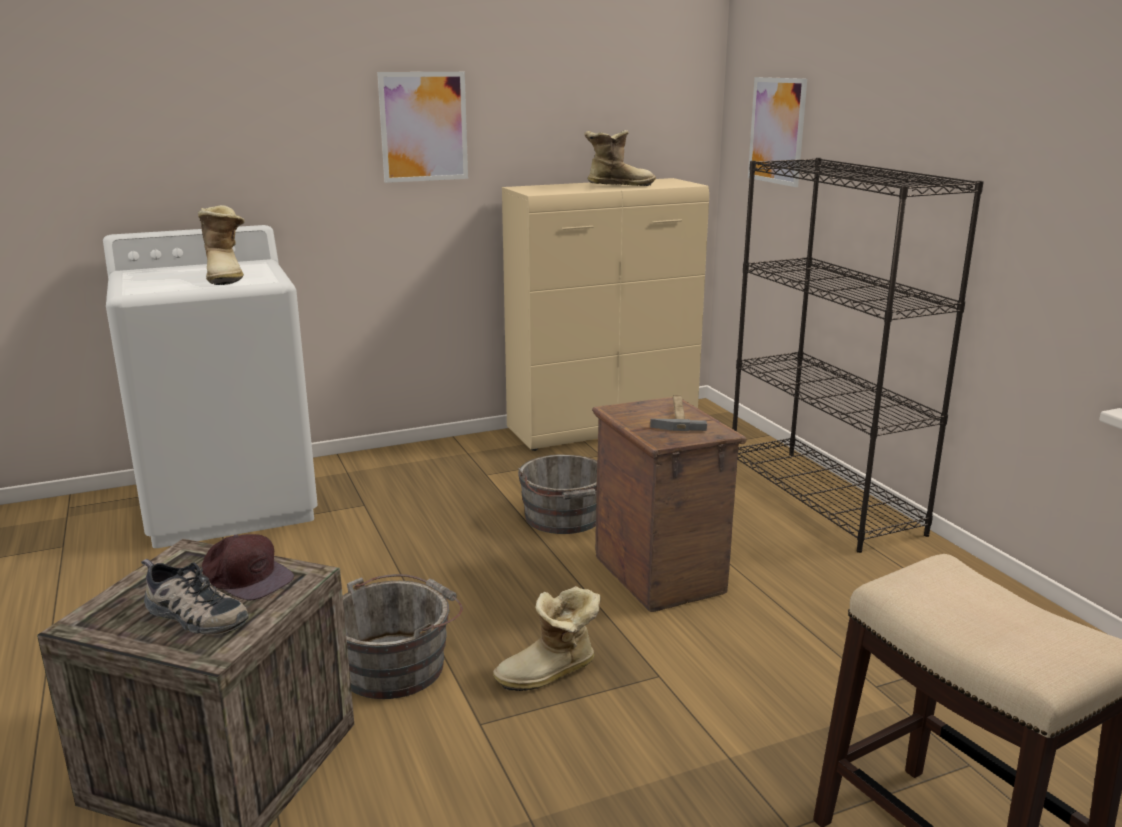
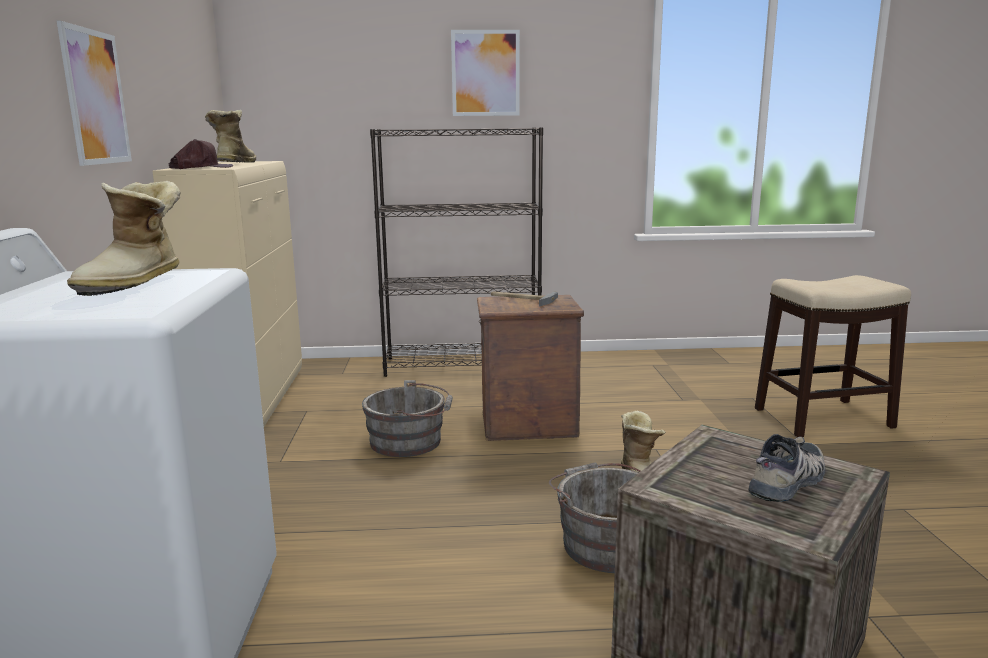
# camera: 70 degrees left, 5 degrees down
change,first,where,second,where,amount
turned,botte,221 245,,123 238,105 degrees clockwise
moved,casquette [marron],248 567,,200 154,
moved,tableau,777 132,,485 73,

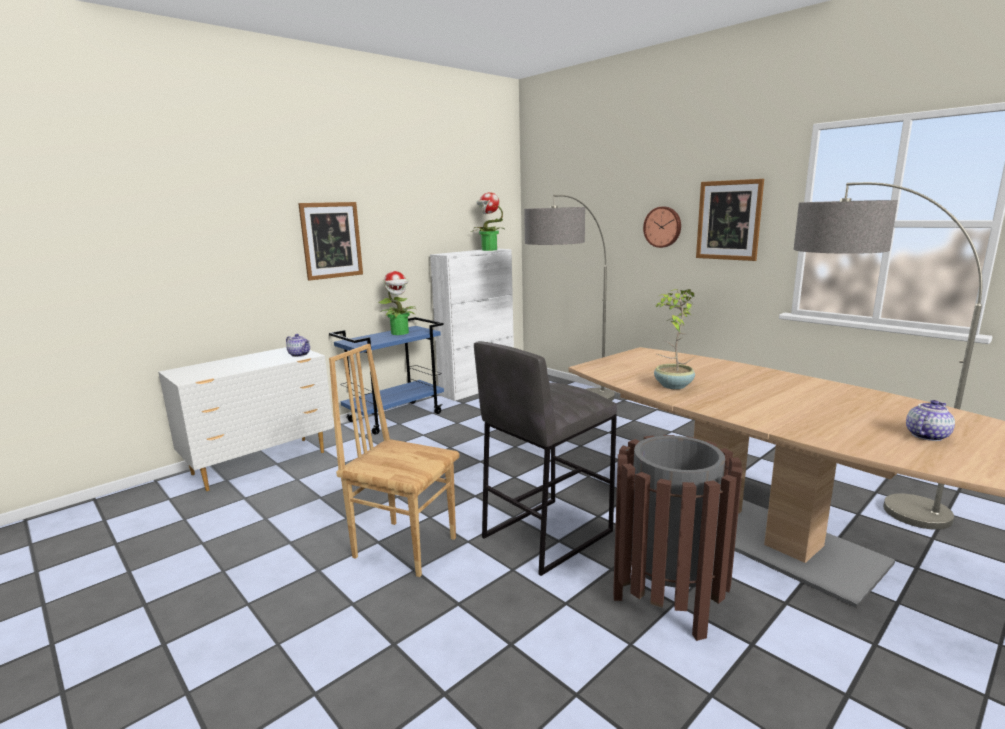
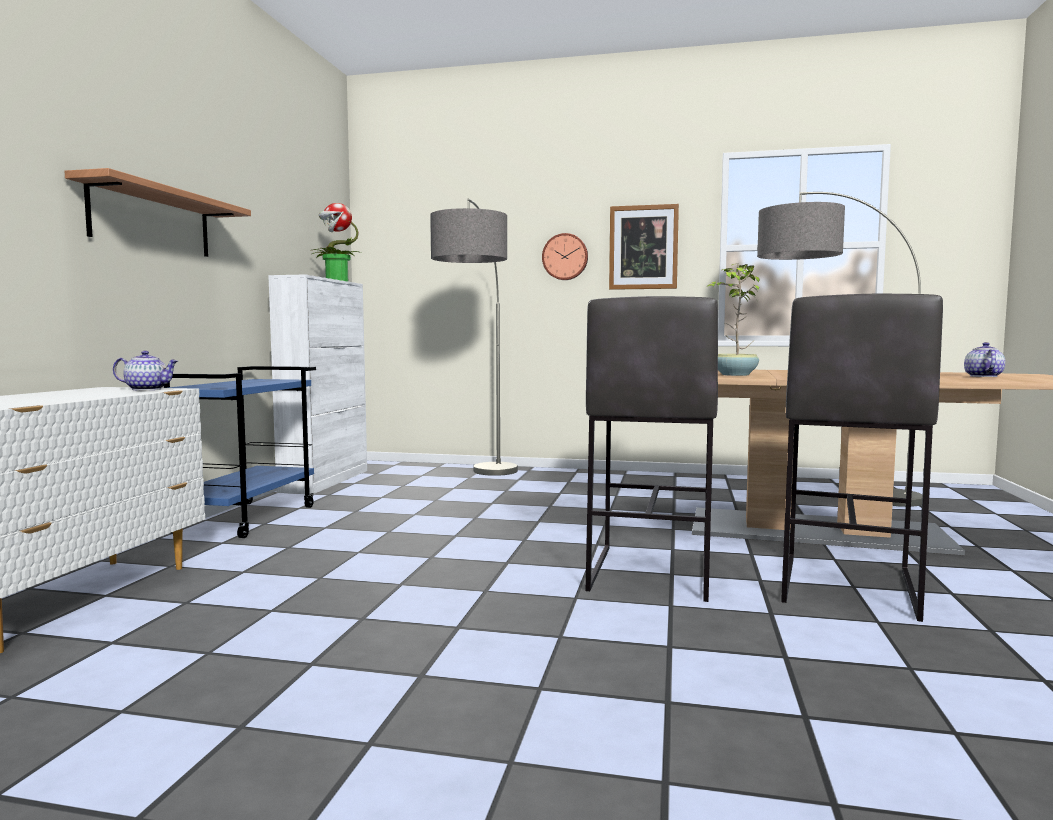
# camera: 35 degrees left, 10 degrees down
change,first,where,second,where,amount
replaced,tableau,330 241,étagère,157 212,
removed,chaise [marron],394 460,,,
removed,plante en pot,396 303,,,
replaced,poubelle [marron],678 538,tabouret [gris],862 458,

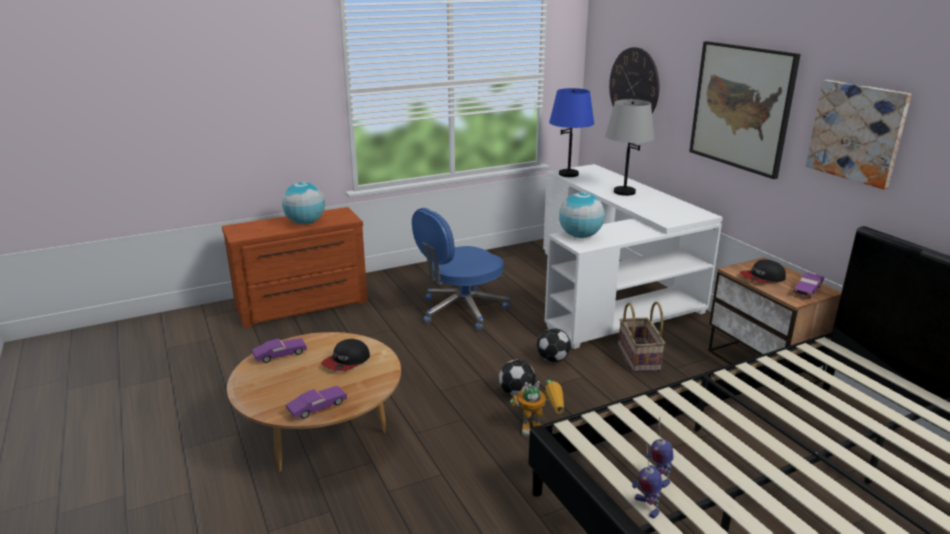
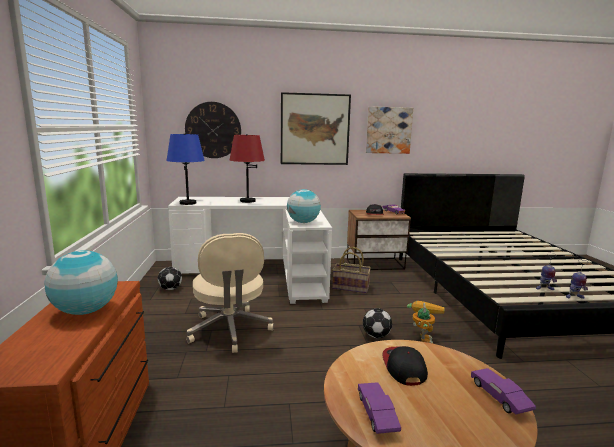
# camera: 70 degrees left, 10 degrees down
change,first,where,second,where,amount
turned,casquette,345 355,,405 366,150 degrees counterclockwise
recoloured,chaise de bureau [bleu],461 269,chaise de bureau [beige],230 293,
moved,ballon de foot,554 345,,170 278,
recoloured,lampe de table [gris],630 147,lampe de table [rouge],247 168,

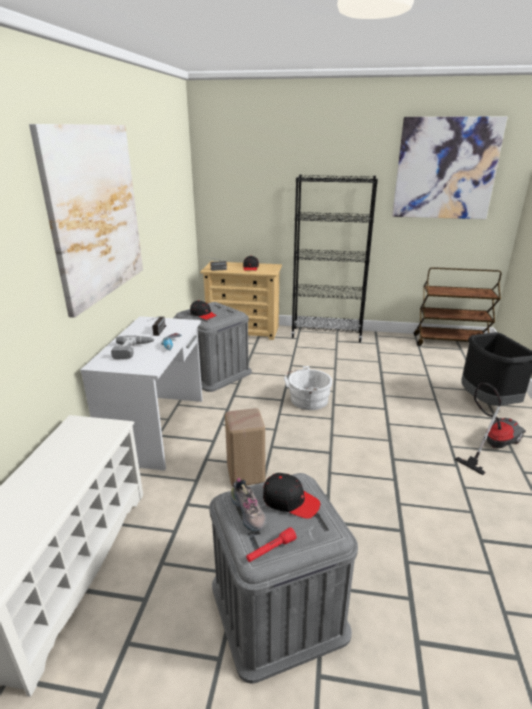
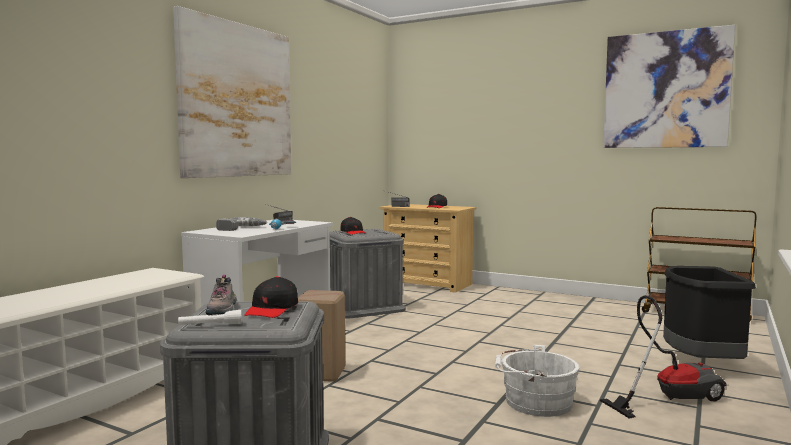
# camera: 20 degrees right, 20 degrees down
change,first,where,second,where,amount
recoloured,lampe de poche [rouge],271 544,lampe de poche [blanc],210 317,
turned,casquette [noir],291 496,,271 297,60 degrees clockwise
moved,seau [blanc],308 388,,537 381,
removed,bibliothèque [noir],334 259,,,

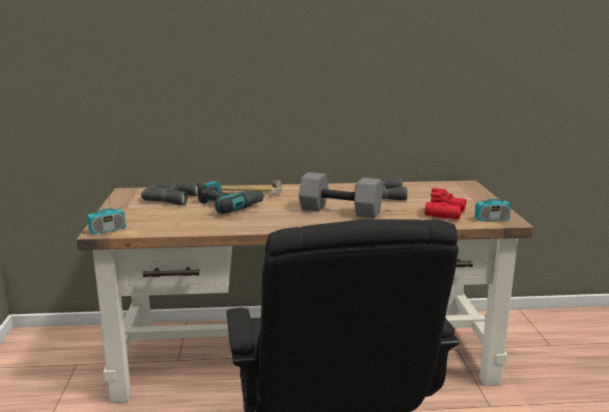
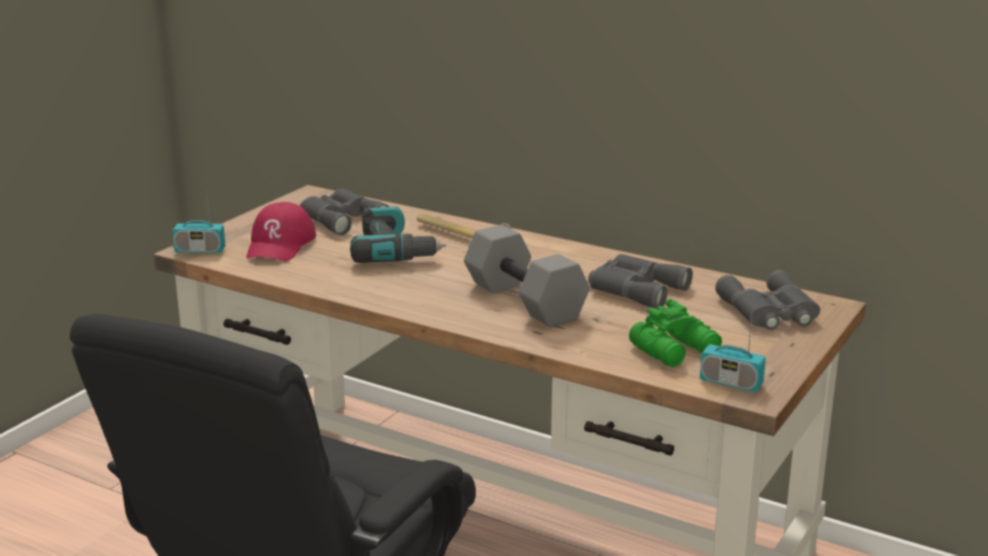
# camera: 35 degrees right, 5 degrees up
change,first,where,second,where,amount
recoloured,jumelles [rouge],445 204,jumelles [vert],675 333,
added,,,casquette [rouge],281 231,
added,,,jumelles [gris],767 300,

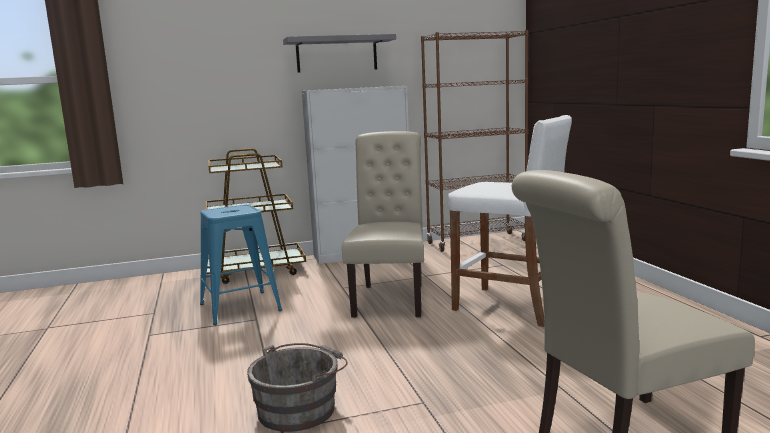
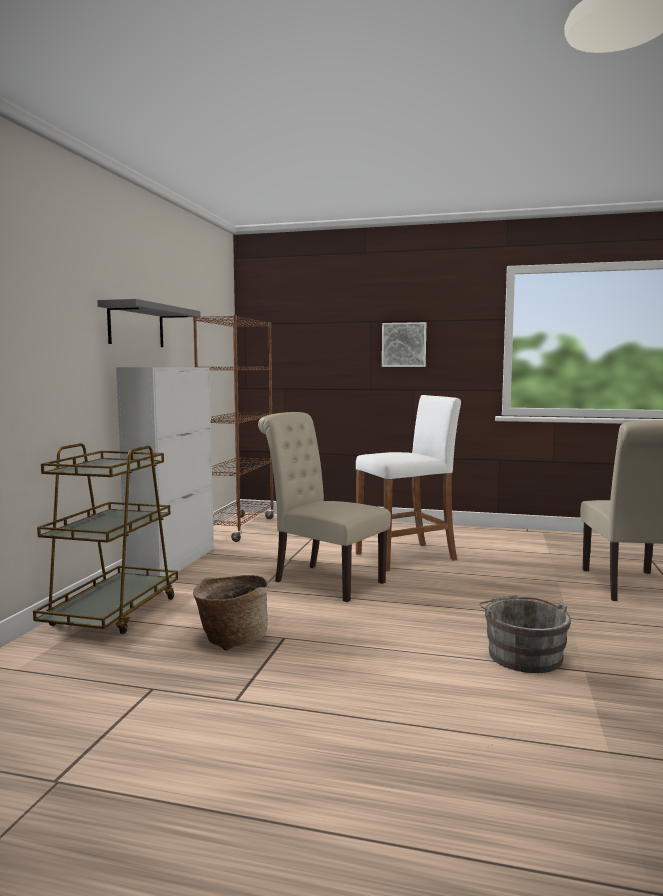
# camera: 60 degrees left, 5 degrees down
change,first,where,second,where,amount
replaced,tabouret [bleu],241 264,panier,231 613,
added,,,tableau,404 344,

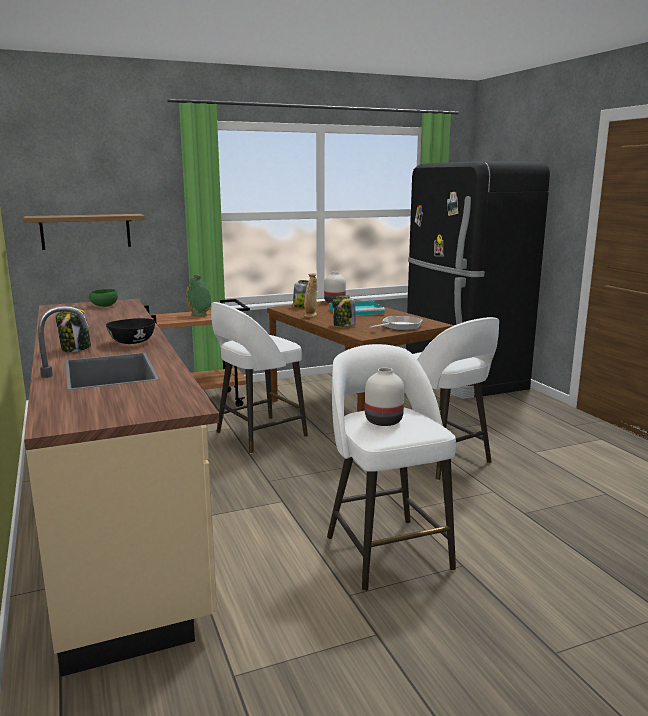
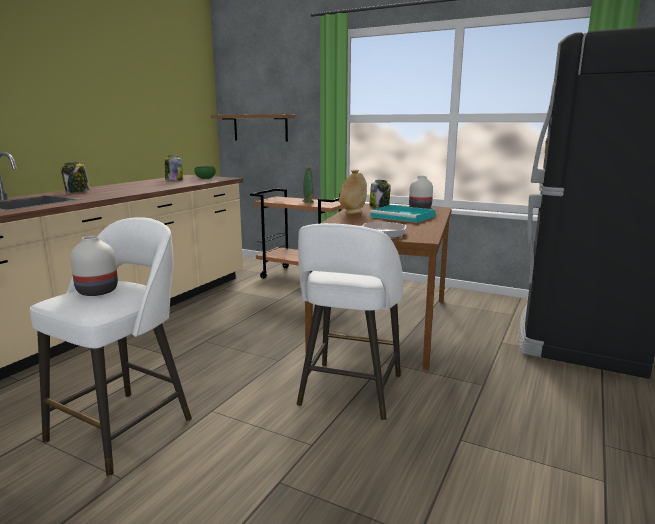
# camera: 50 degrees right, 0 degrees up
change,first,where,second,where,amount
removed,bol [noir],130 331,,,
removed,tabouret [blanc],259 377,,,
moved,bocal,344 311,,174 168,

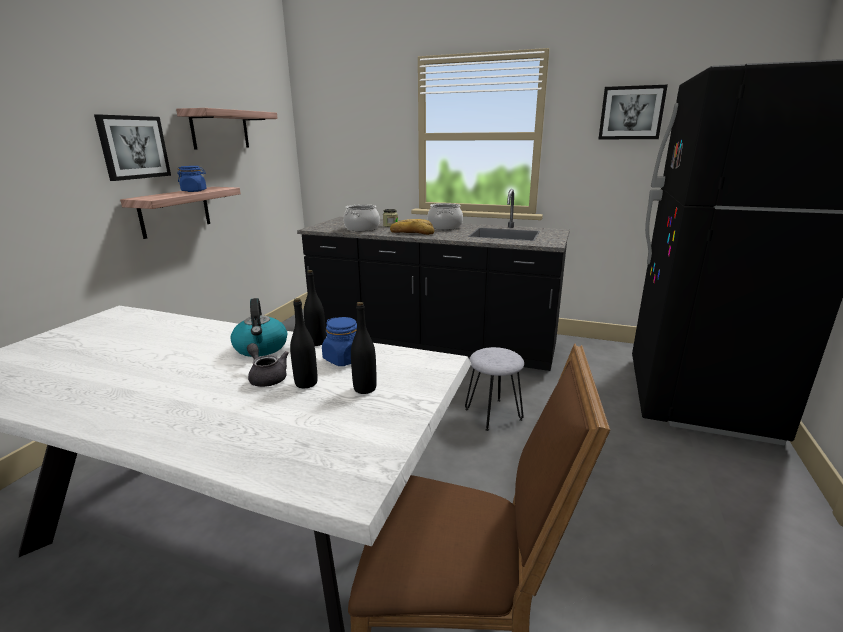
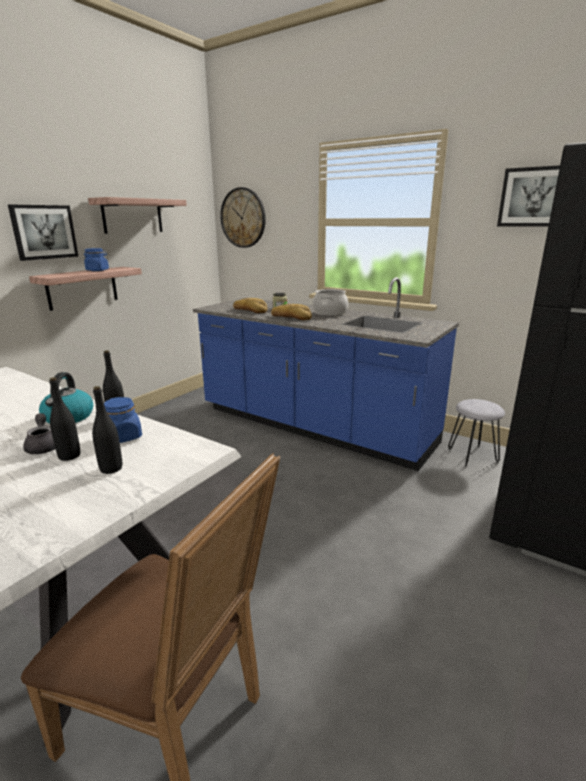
# camera: 15 degrees right, 0 degrees up
change,first,where,second,where,amount
recoloured,comptoir de cuisine [noir],433 280,comptoir de cuisine [bleu],326 374,
replaced,marmite,361 217,pain,250 305,
moved,tabouret [gris],494 389,,476 432,
added,,,horloge murale,243 217,

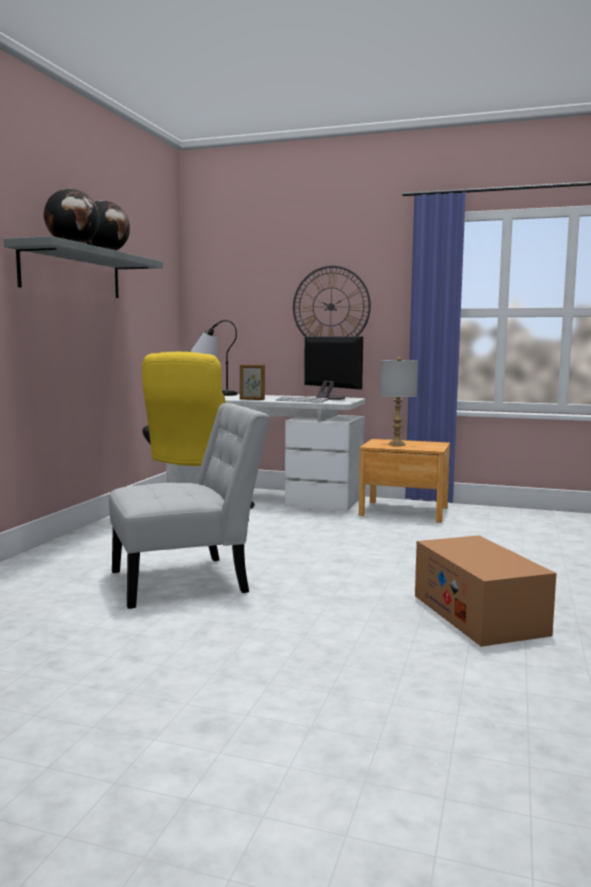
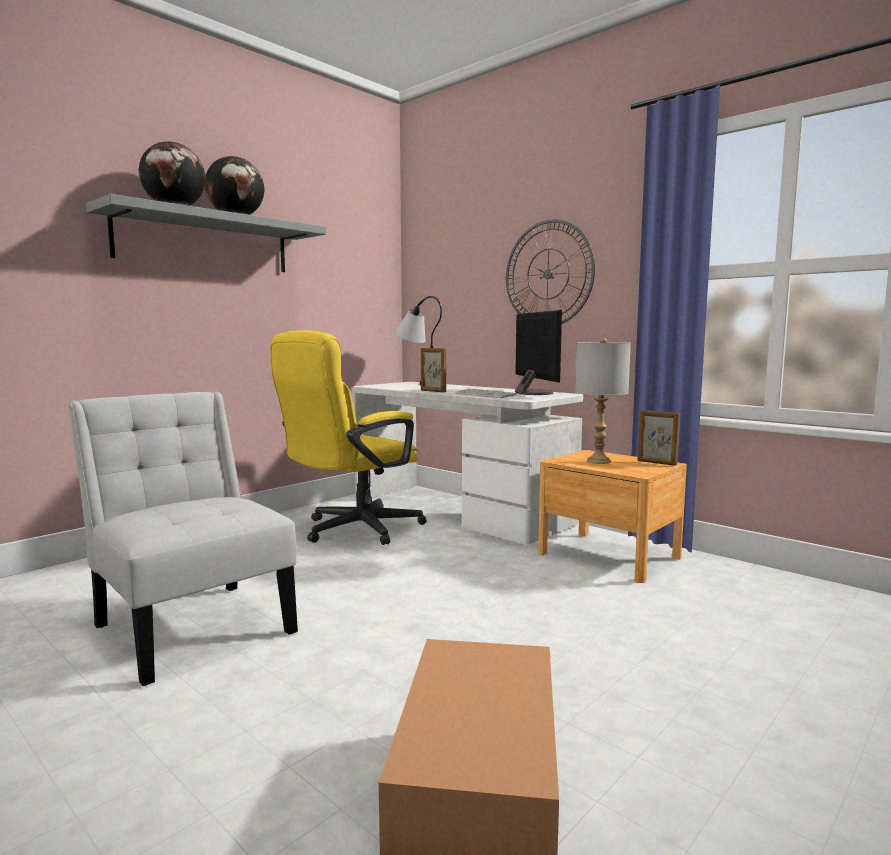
# camera: 25 degrees right, 0 degrees up
change,first,where,second,where,amount
turned,chaise [blanc],189 506,,183 539,135 degrees counterclockwise
added,,,cadre photo,659 438,

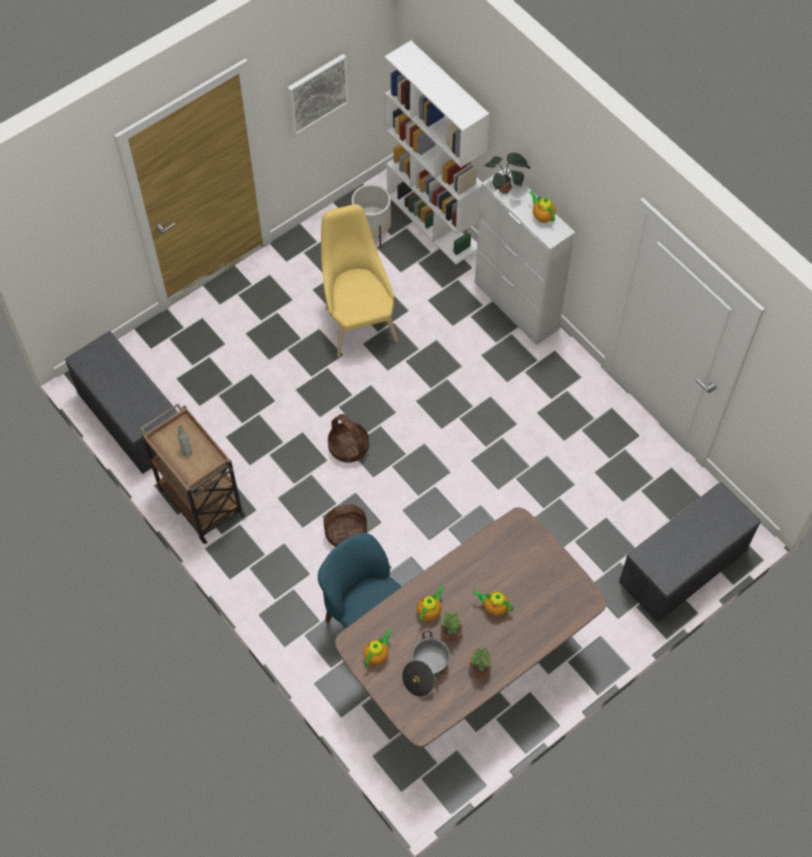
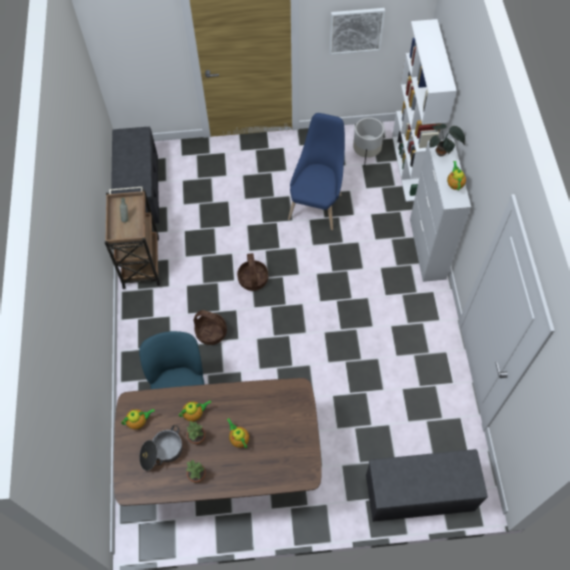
# camera: 35 degrees right, 0 degrees up
change,first,where,second,where,amount
recoloured,chaise [jaune],359 280,chaise [bleu],316 171,

